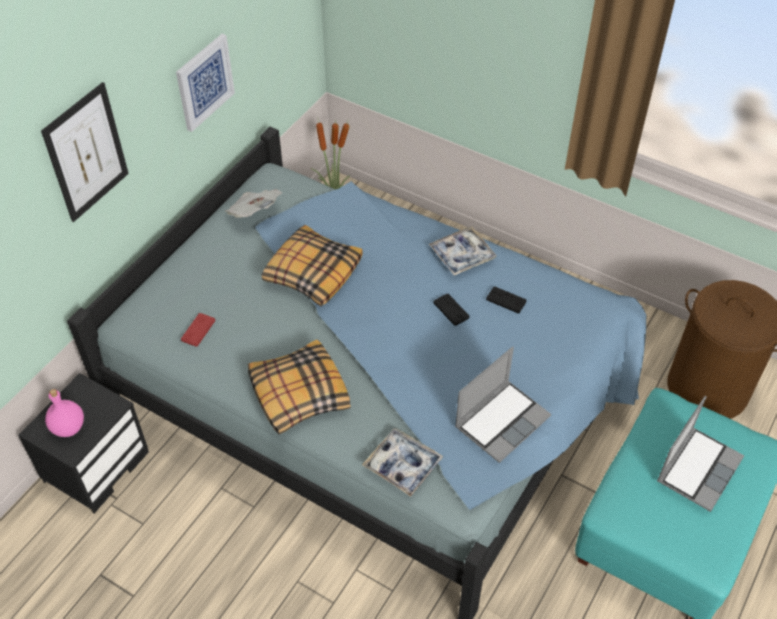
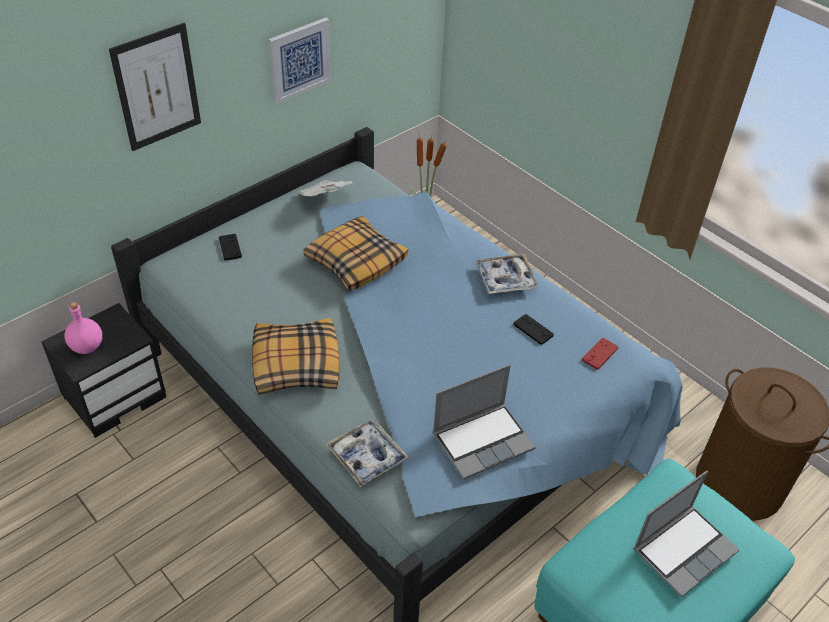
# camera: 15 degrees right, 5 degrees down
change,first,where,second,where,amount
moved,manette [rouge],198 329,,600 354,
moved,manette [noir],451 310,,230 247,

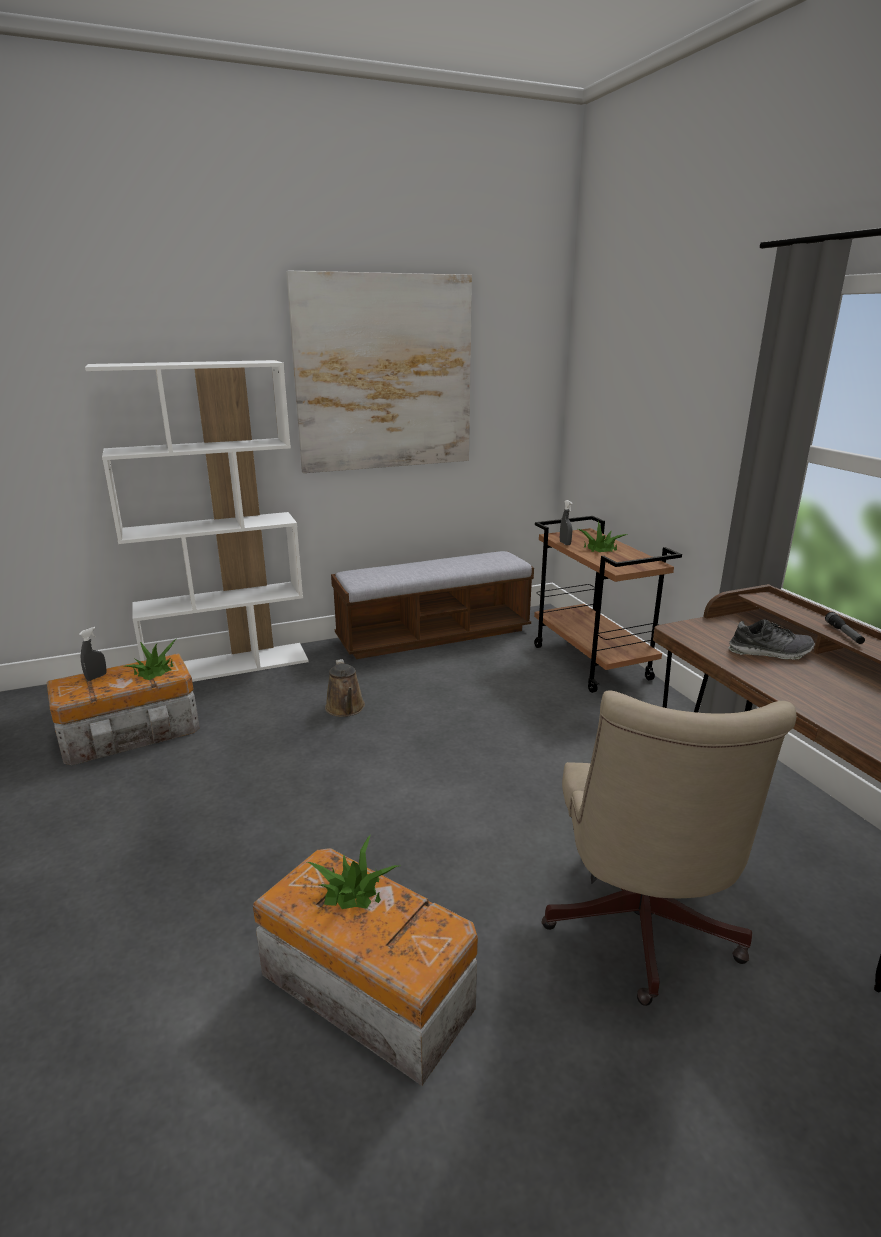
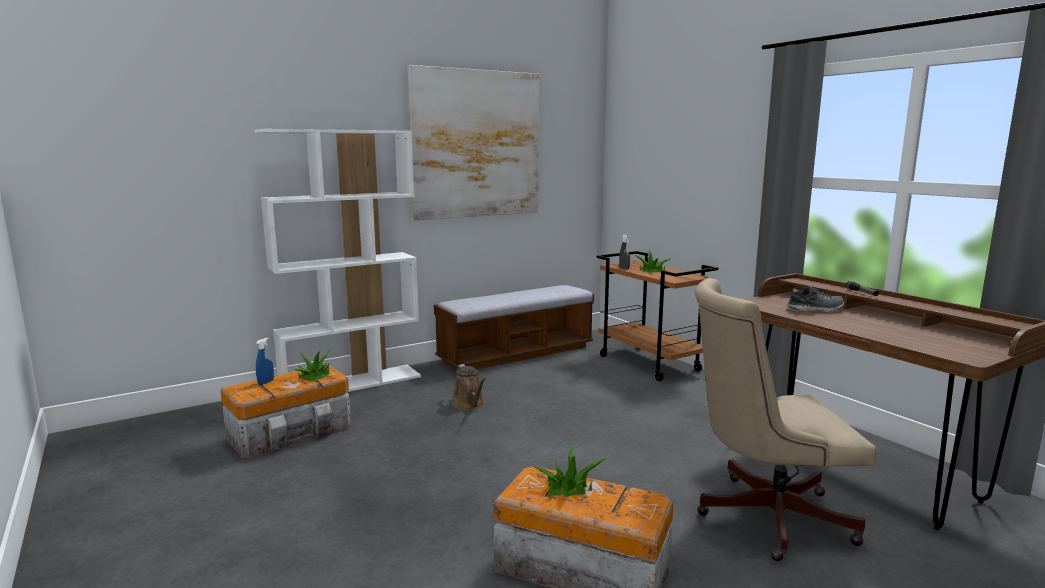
# camera: 10 degrees left, 10 degrees down
change,first,where,second,where,amount
recoloured,vaporisateur [gris],92 654,vaporisateur [bleu],265 361,
turned,chaise de bureau [beige],669 848,,785 419,90 degrees clockwise

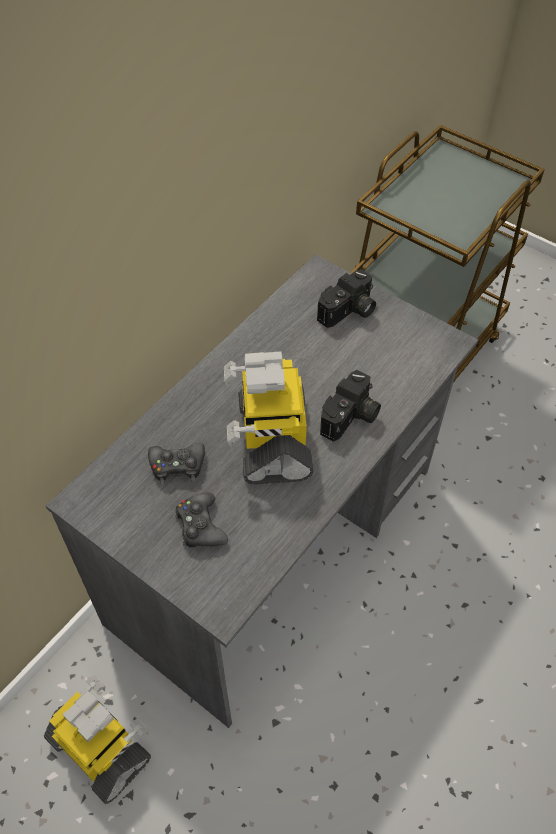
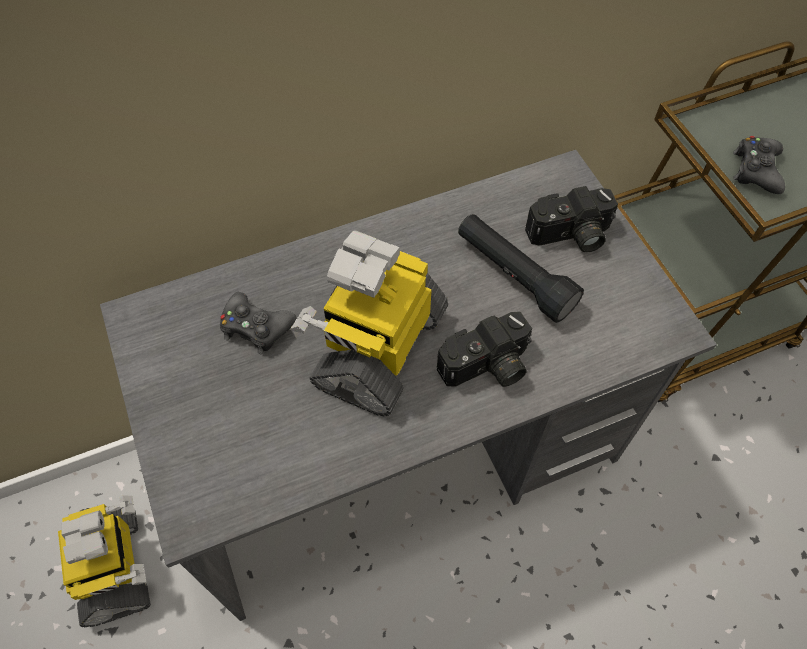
# camera: 30 degrees right, 5 degrees up
change,first,where,second,where,amount
moved,manette [noir],201 519,,759 165,
added,,,lampe de poche [noir],521 268,

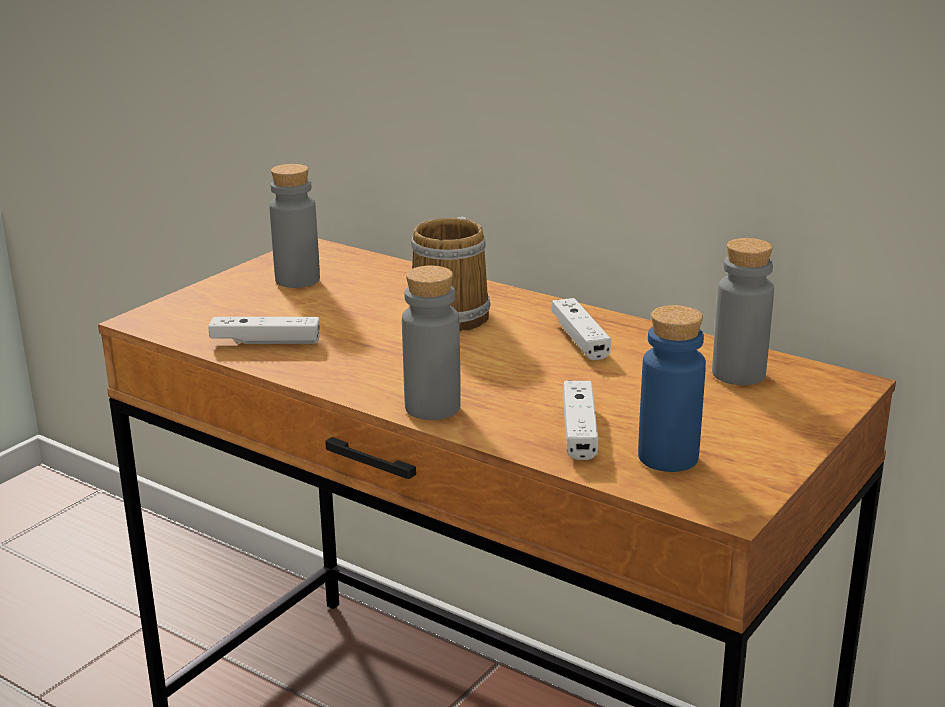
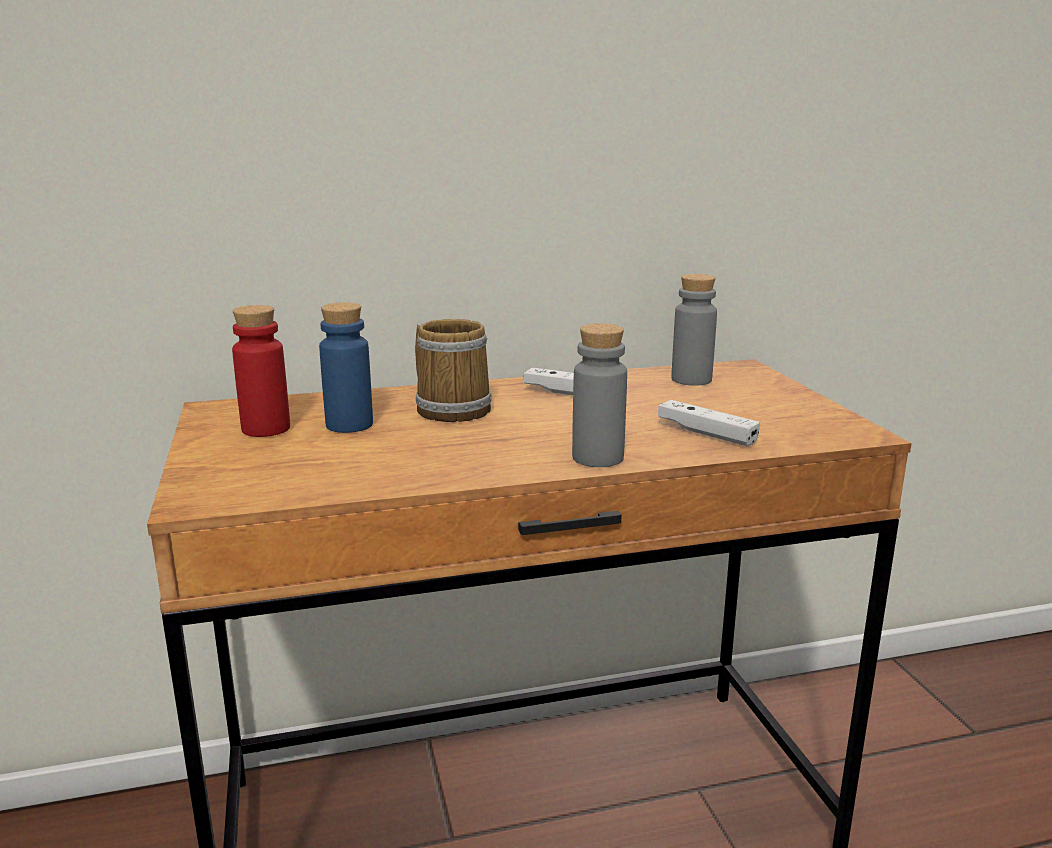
# camera: 50 degrees left, 5 degrees down
change,first,where,second,where,amount
removed,manette [blanc],264 330,,,
recoloured,bouteille [gris],294 226,bouteille [rouge],261 371,
moved,bouteille [bleu],672 388,,346 368,

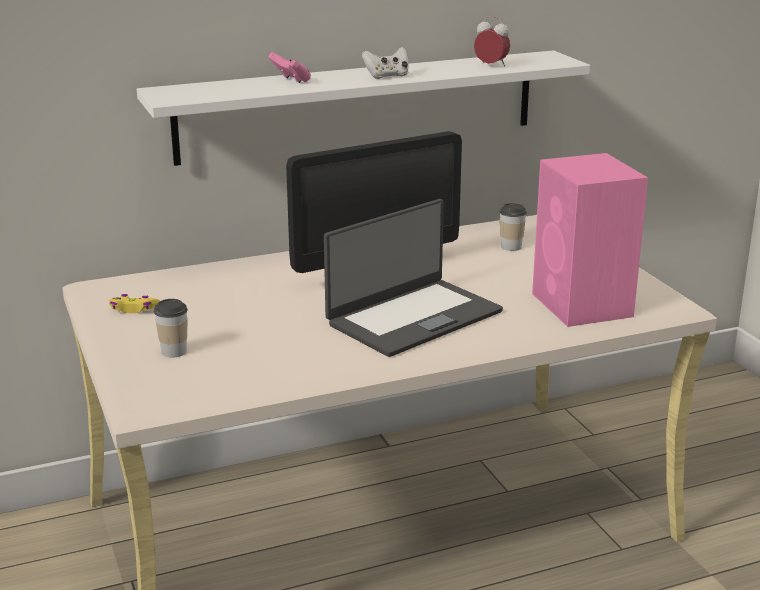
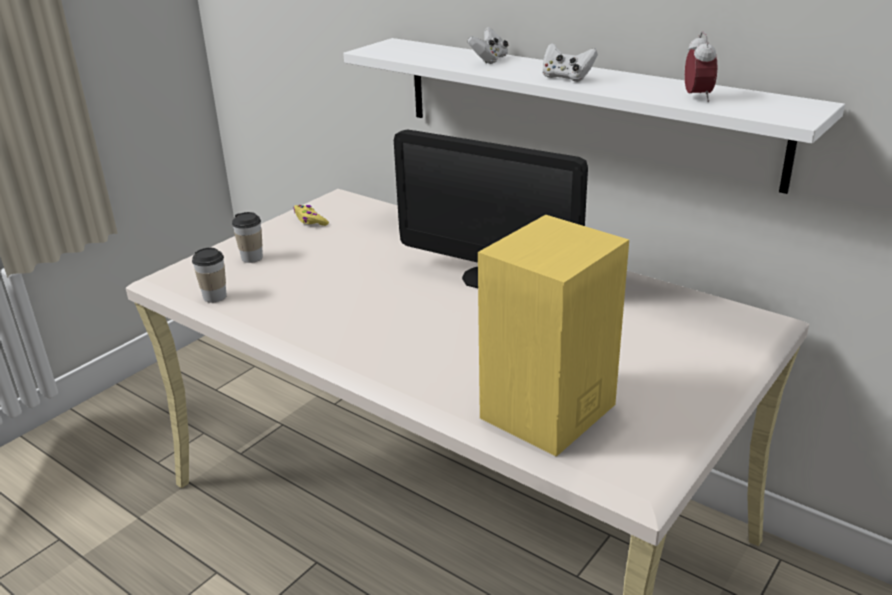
# camera: 60 degrees right, 5 degrees up
change,first,where,second,where,amount
recoloured,manette [rose],290 67,manette [blanc],488 45,
removed,ordinateur portable,413 278,,,
moved,tasse,513 227,,209 275,
recoloured,enceinte [rose],590 240,enceinte [jaune],553 336,

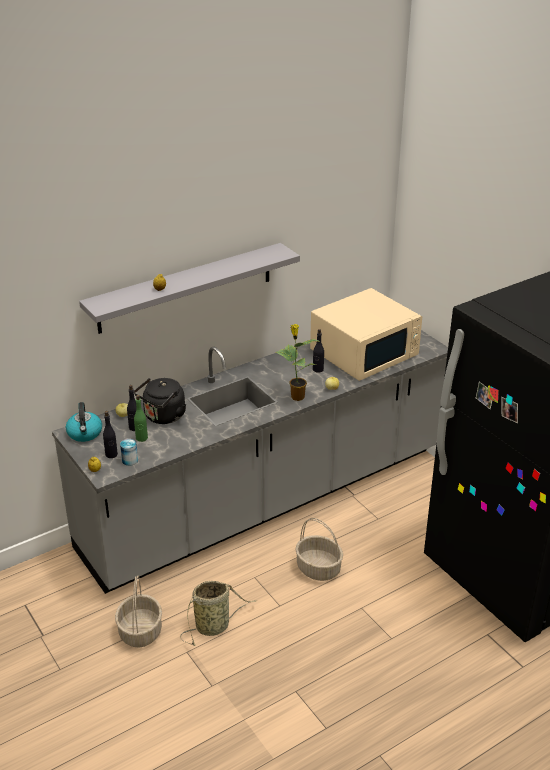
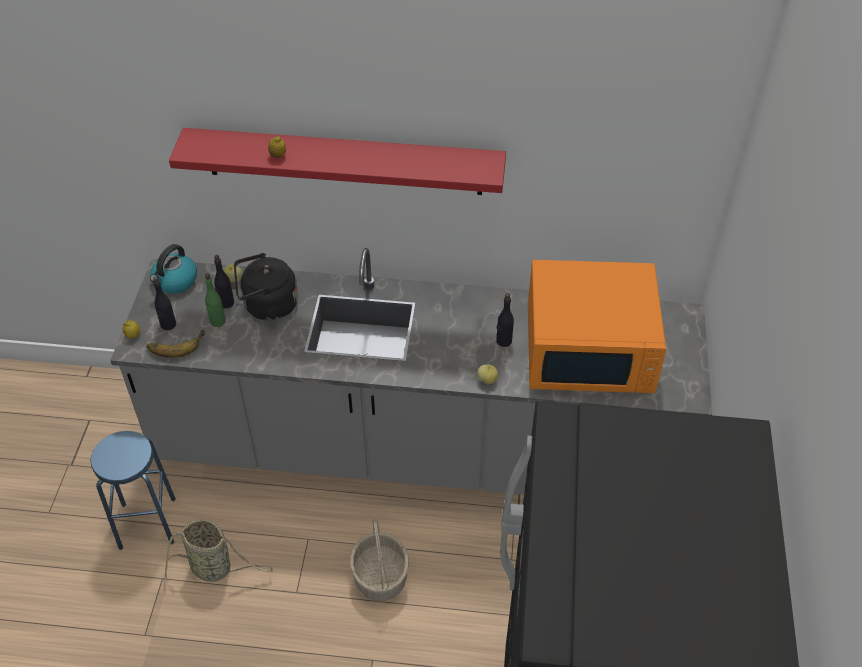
# camera: 40 degrees right, 15 degrees up
change,first,where,second,where,amount
recoloured,étagère [gris],189 288,étagère [rouge],337 161,
replaced,panier,138 612,tabouret [bleu],133 490,
replaced,boîte métallique,129 452,banane,176 343,
removed,plante en pot,298 362,,,
recoloured,micro-ondes [beige],366 334,micro-ondes [orange],597 326,

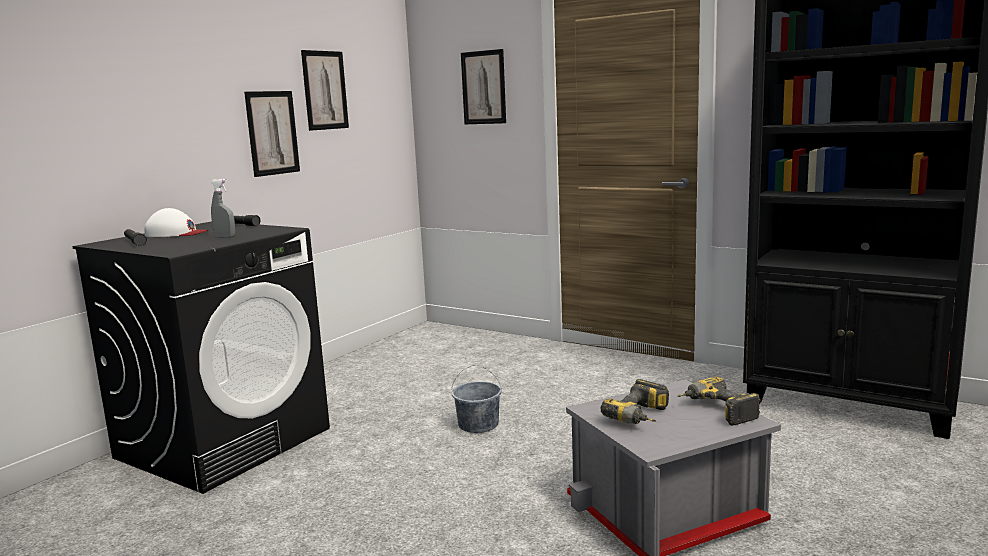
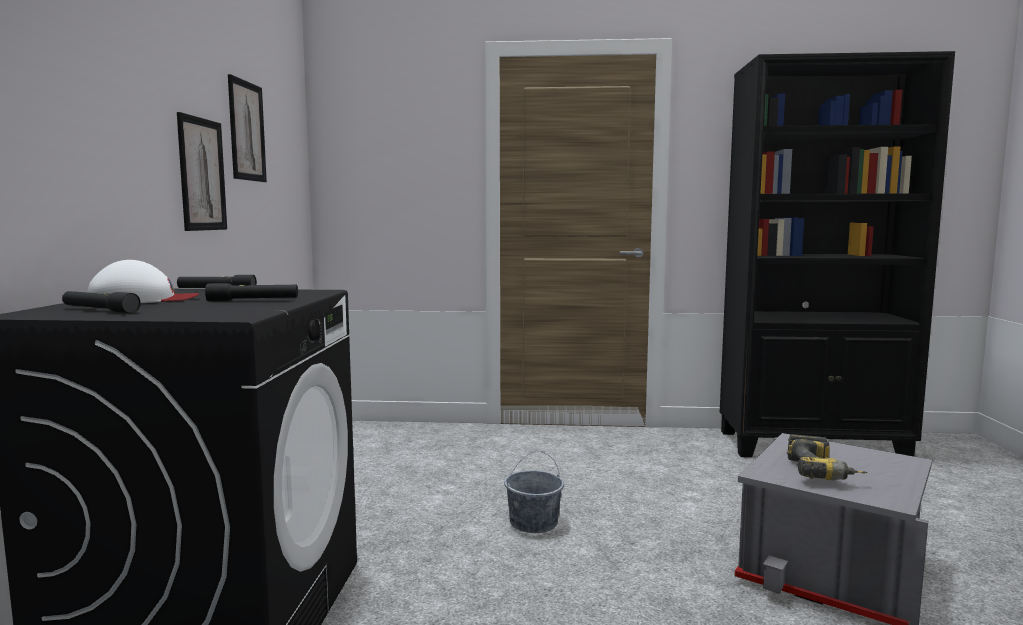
# camera: 30 degrees left, 5 degrees down
change,first,where,second,where,amount
replaced,vaporisateur [gris],223 208,lampe de poche [noir],251 292,
removed,tableau,483 86,,,
removed,perceuse,719 401,,,

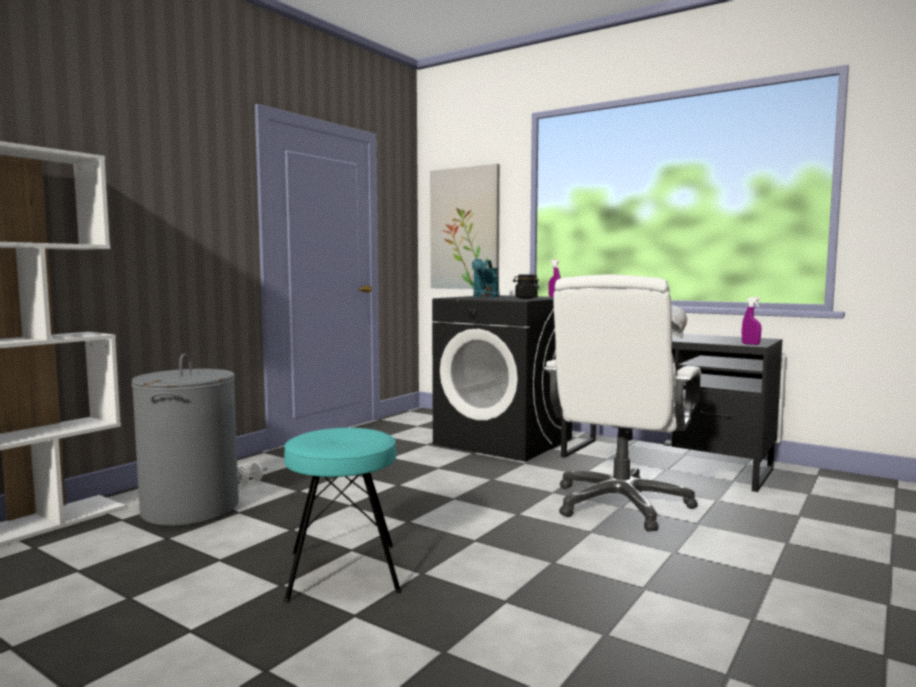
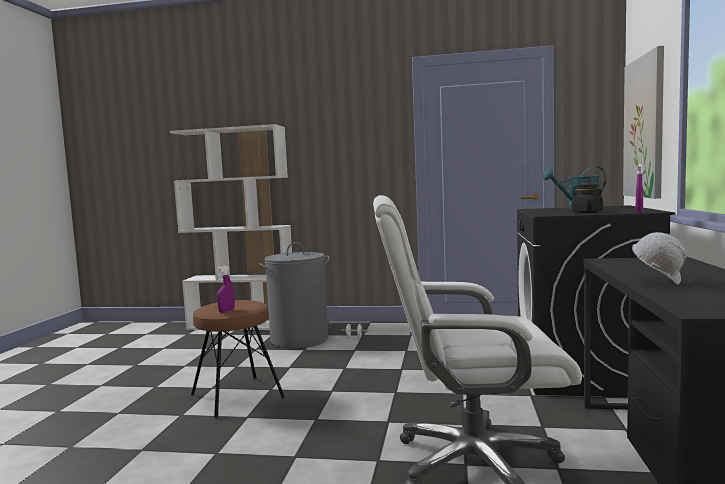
# camera: 65 degrees right, 0 degrees up
change,first,where,second,where,amount
recoloured,tabouret [turquoise],342 515,tabouret [marron],238 359,
moved,vaporisateur [violet],751 321,,226 289,

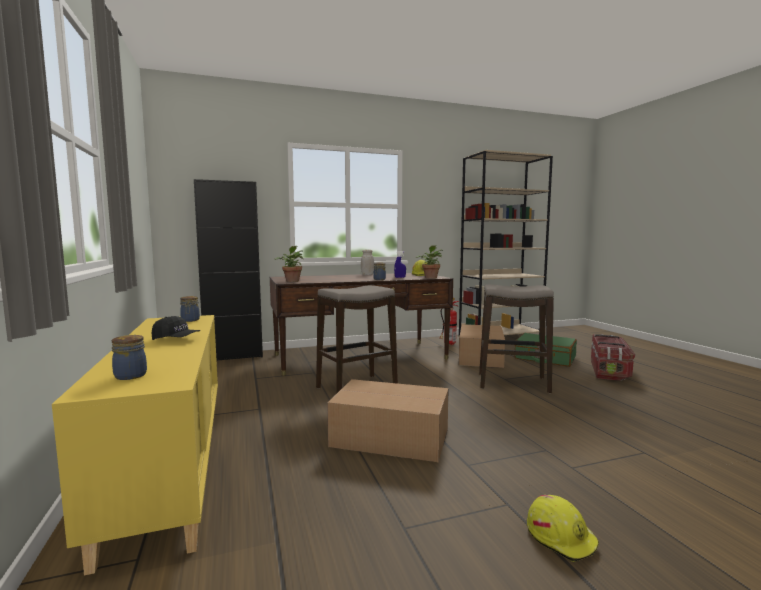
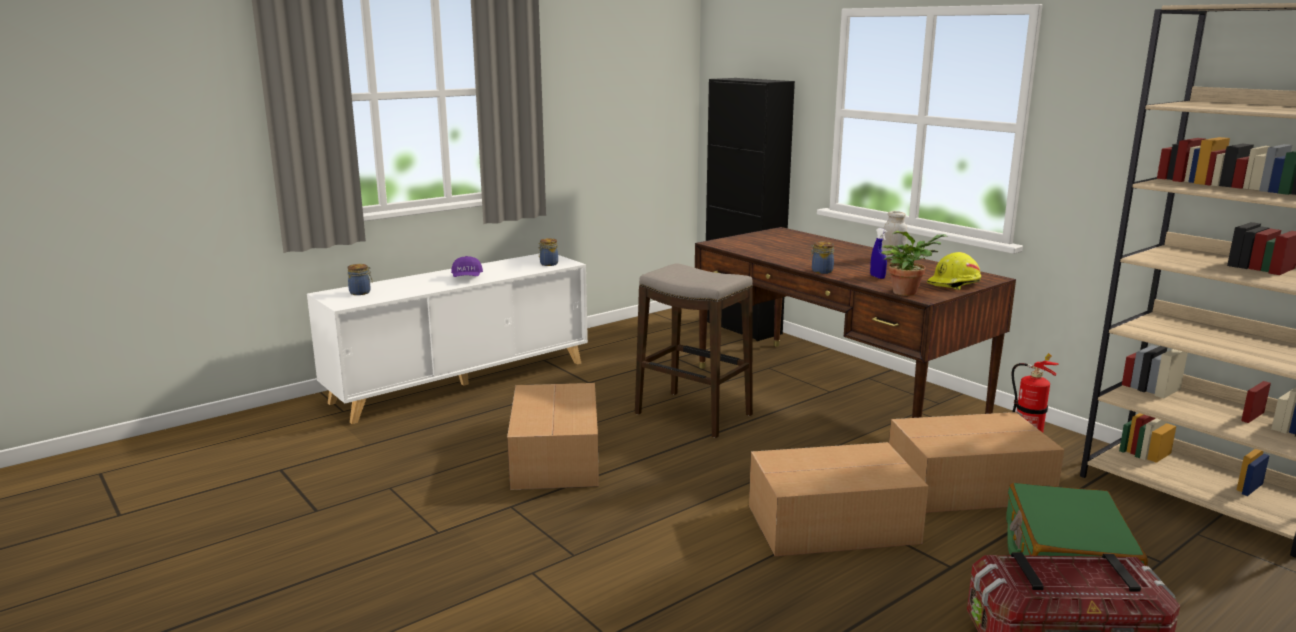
# camera: 70 degrees right, 10 degrees up
change,first,where,second,where,amount
recoloured,meuble de rangement [jaune],135 445,meuble de rangement [blanc],447 339,
recoloured,casquette [noir],176 328,casquette [violet],467 266,
removed,plante en pot,289 264,,,
replaced,tabouret,516 338,carton,839 499,
removed,casque de chantier [jaune],563 528,,,

